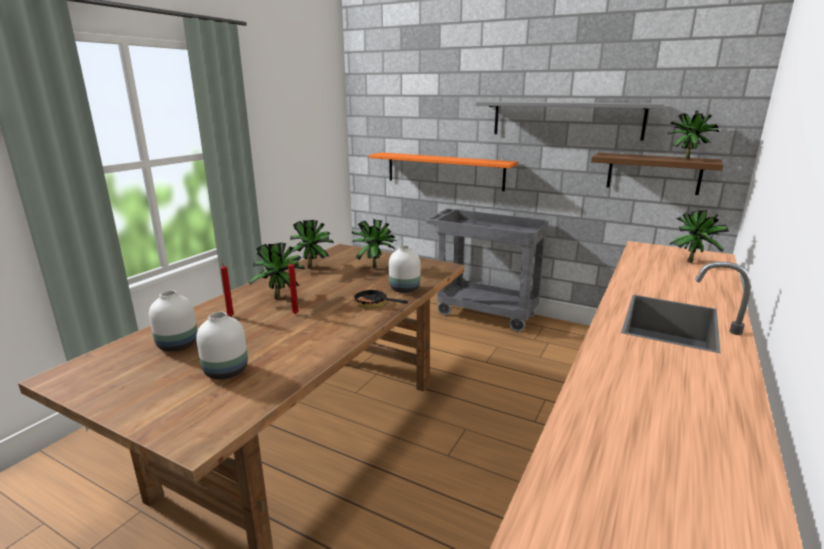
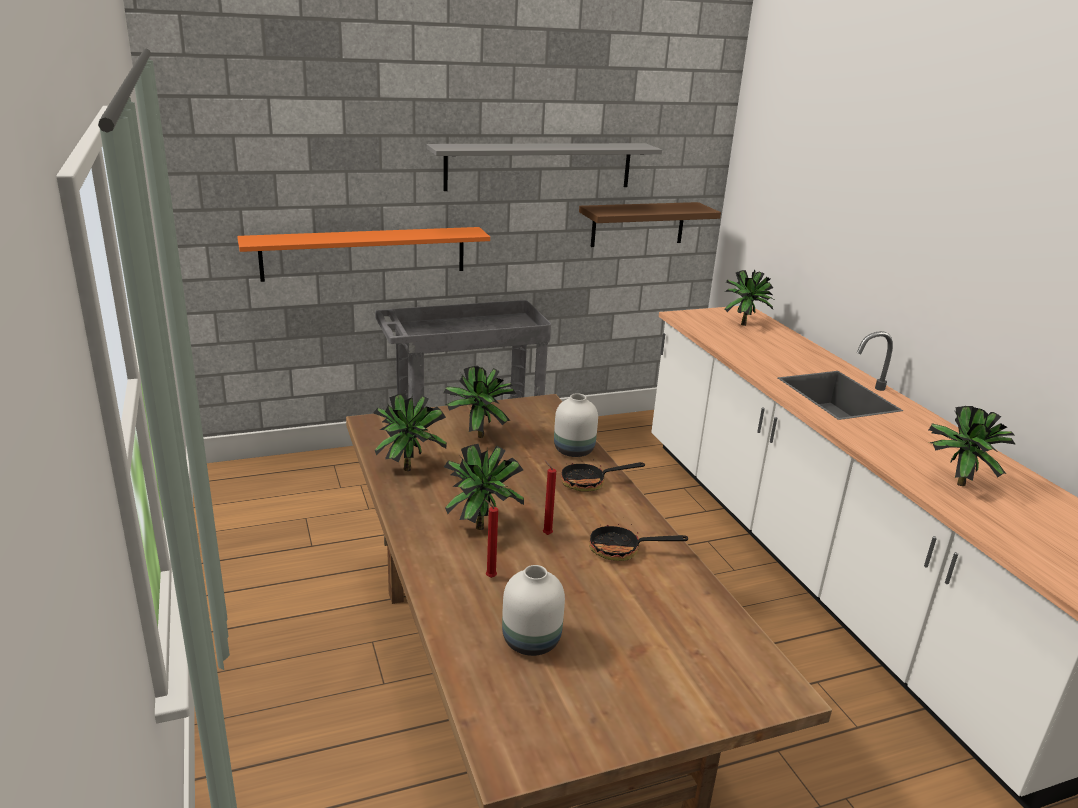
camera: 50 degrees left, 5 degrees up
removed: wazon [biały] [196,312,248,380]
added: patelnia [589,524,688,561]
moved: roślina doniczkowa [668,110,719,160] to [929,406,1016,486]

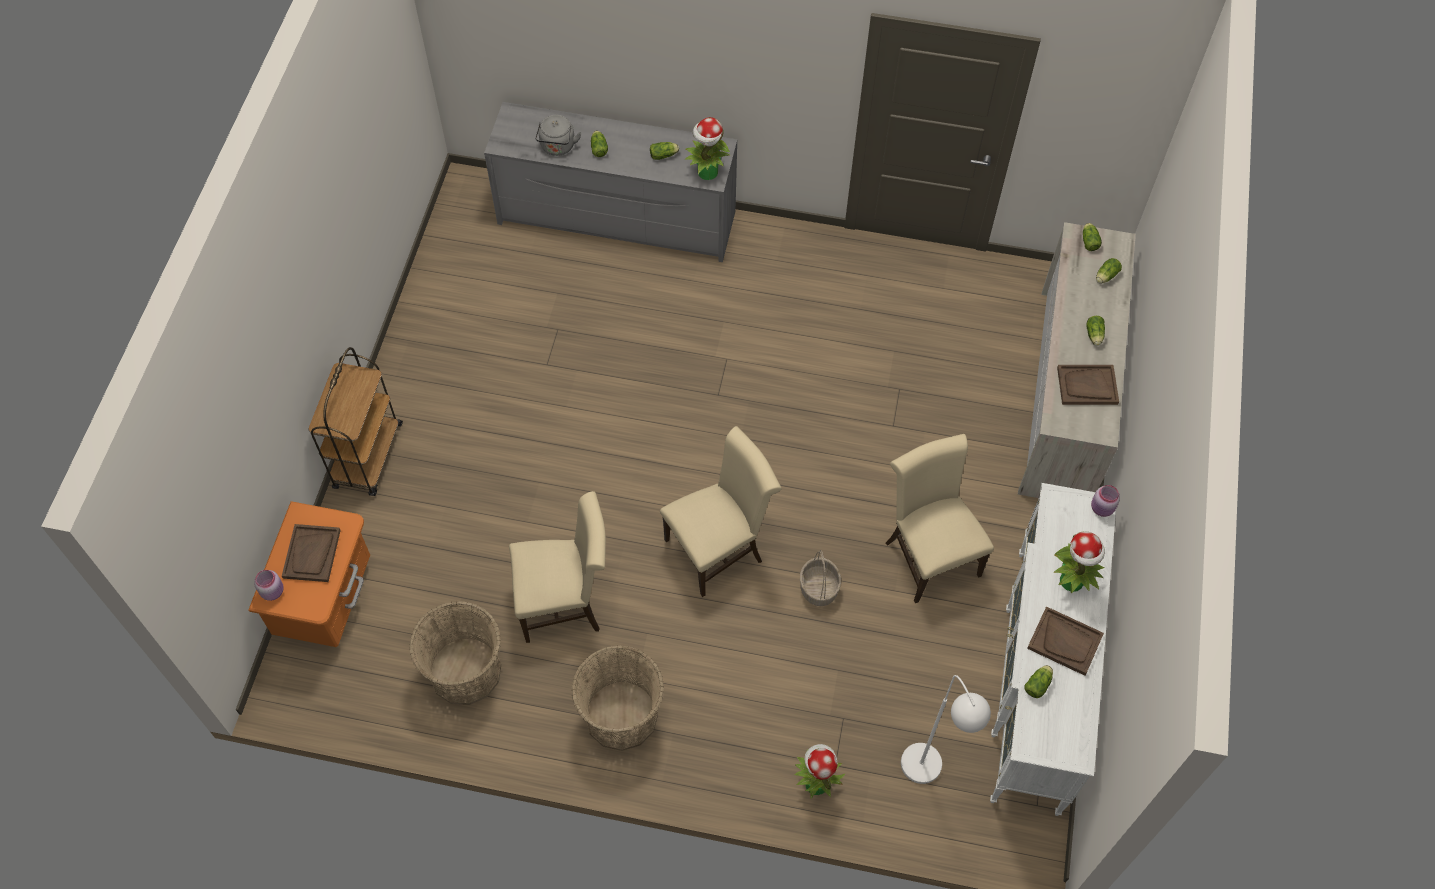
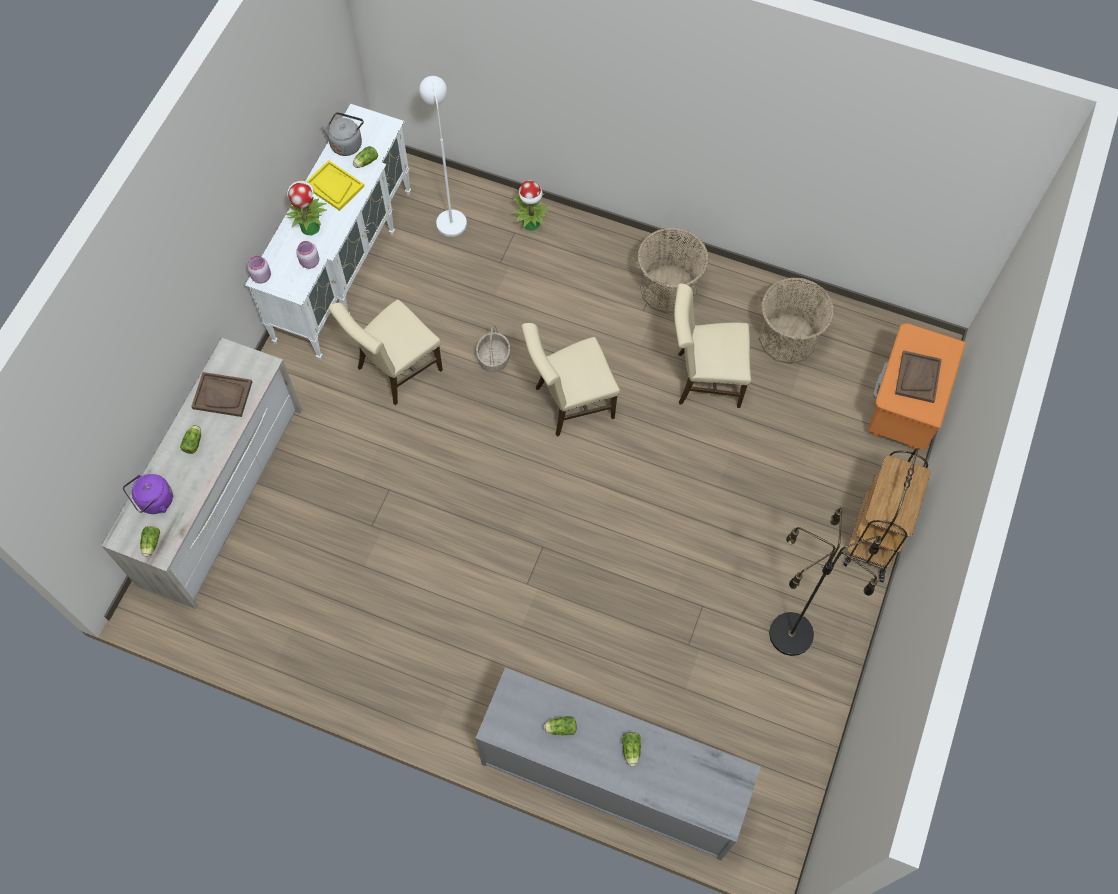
camera: 170 degrees left, 5 degrees up
removed: roślina doniczkowa [684,117,730,180]
added: lampa stojąca [769,507,882,656]
moved: słoik [różowy] [254,570,284,601] to [296,241,319,269]; czajnik [szary] [535,115,581,156] to [322,112,364,156]
replaced: sałata [1096,258,1122,284] to czajnik [fioletowy] [123,474,173,514]
recoloured: taca [brązowy] [1027,606,1104,676] to taca [żółty] [306,160,365,211]
turned: krzesło [beżowy] [886,434,994,603] = [328,300,443,405] 60 degrees clockwise

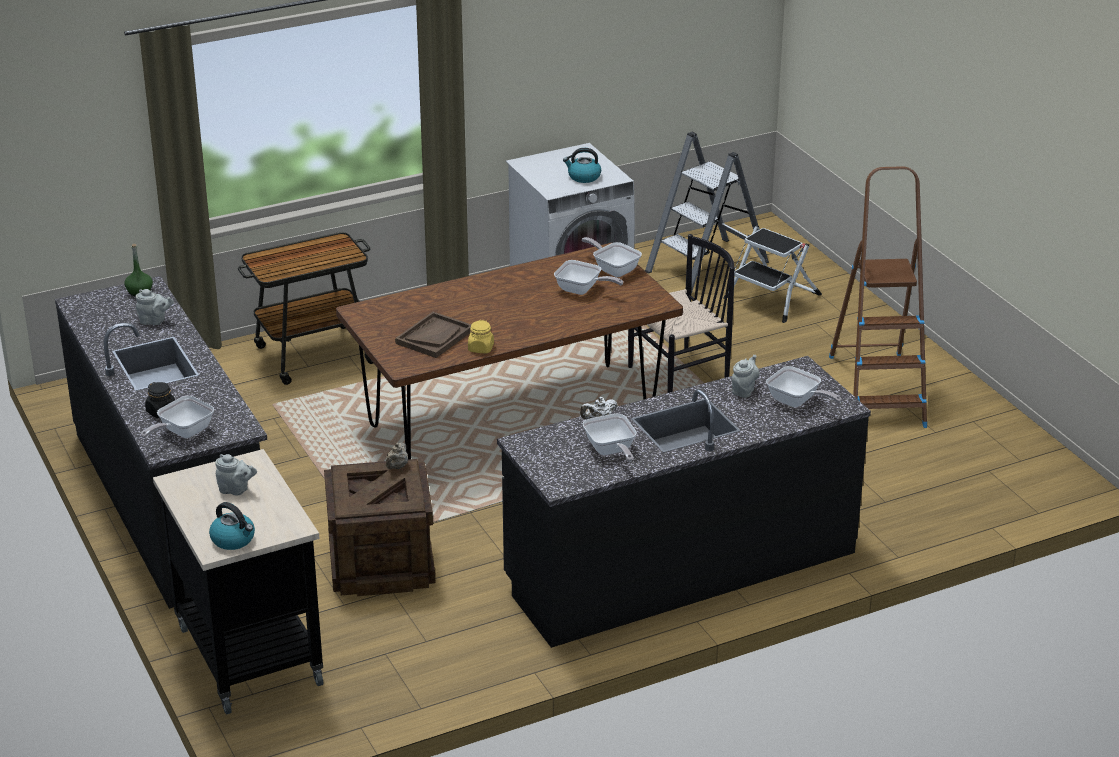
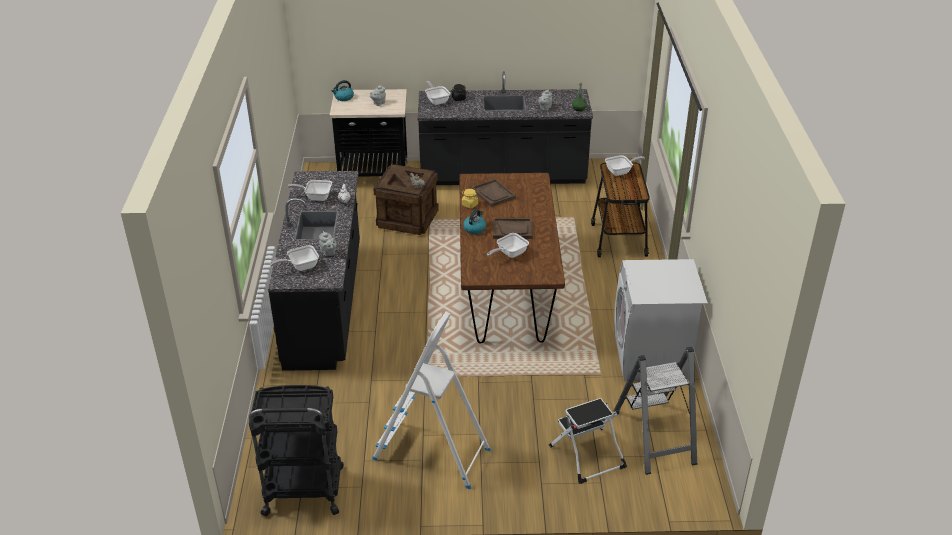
camera: 115 degrees right, 5 degrees up
removed: krzesło [czarny] [628,234,735,393]
added: wózek [czarny] [249,385,344,516]; taca [brązowy] [493,218,533,239]
moved: czajnik [563,148,601,183] to [463,209,486,234]; patelnia [582,237,642,277] to [605,155,645,176]
recoloured: drabinka [brązowy] [829,166,927,428] to drabinka [biały] [372,311,491,489]

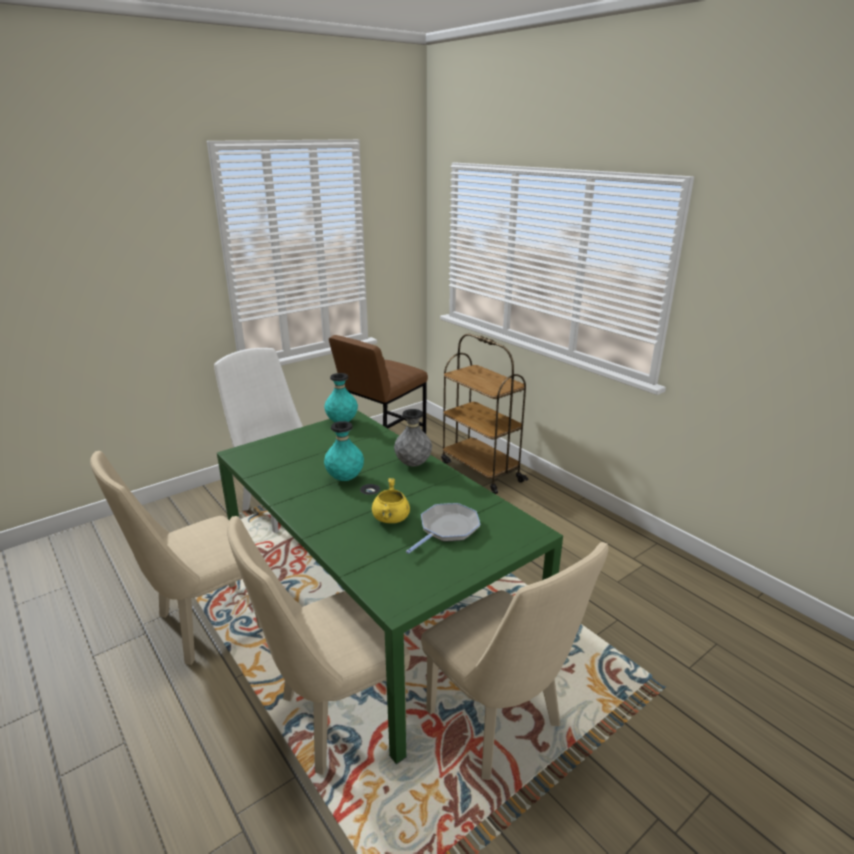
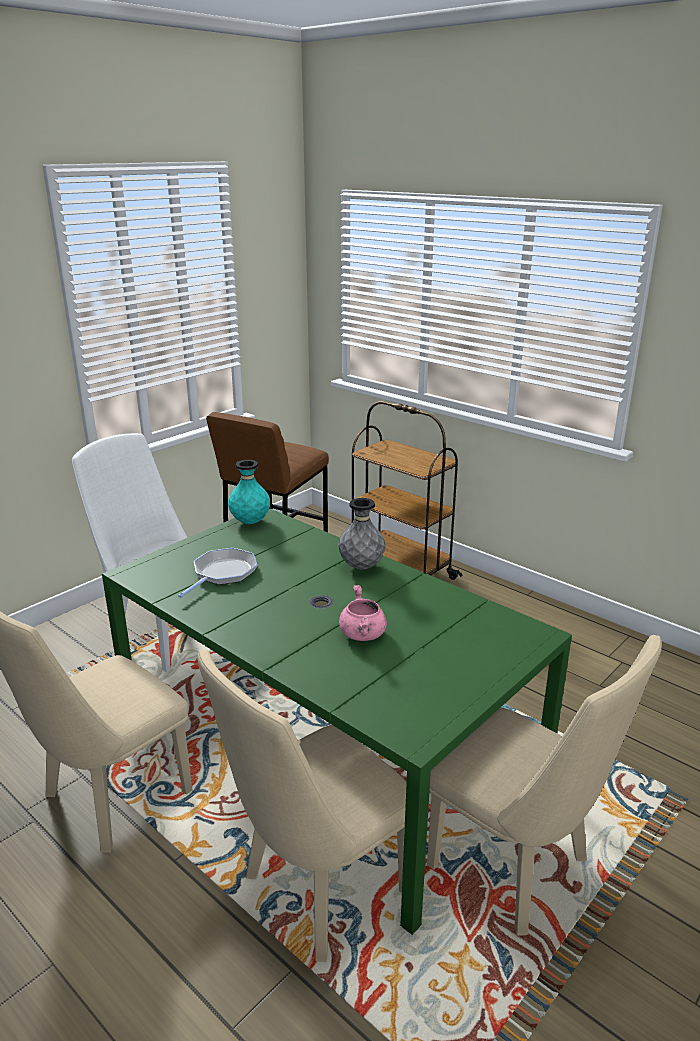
camera: 10 degrees left, 0 degrees up
removed: wazon [turkusowy] [324,421,364,481]
moved: patelnia [406,503,480,554] to [178,548,257,598]
recoloured: garnek [żółty] [372,478,410,523] to garnek [różowy] [339,585,387,641]

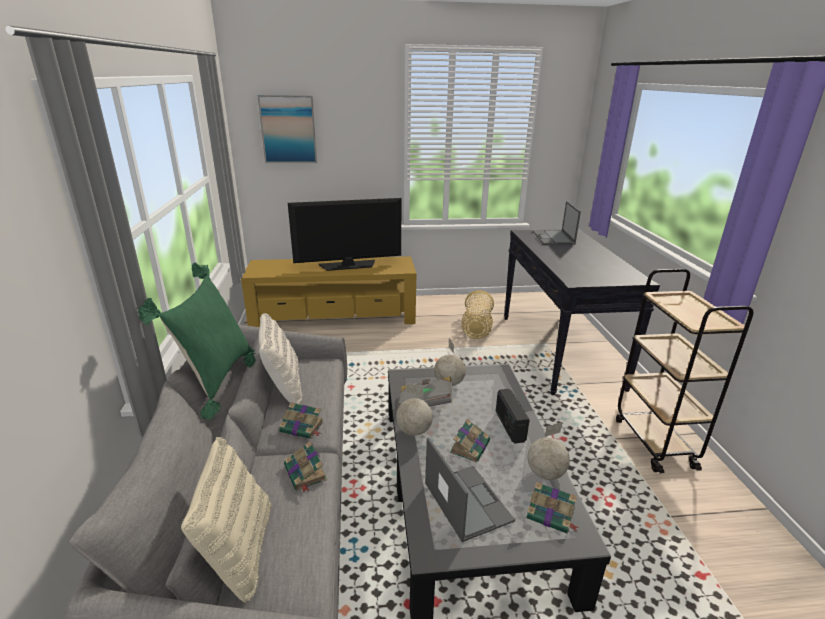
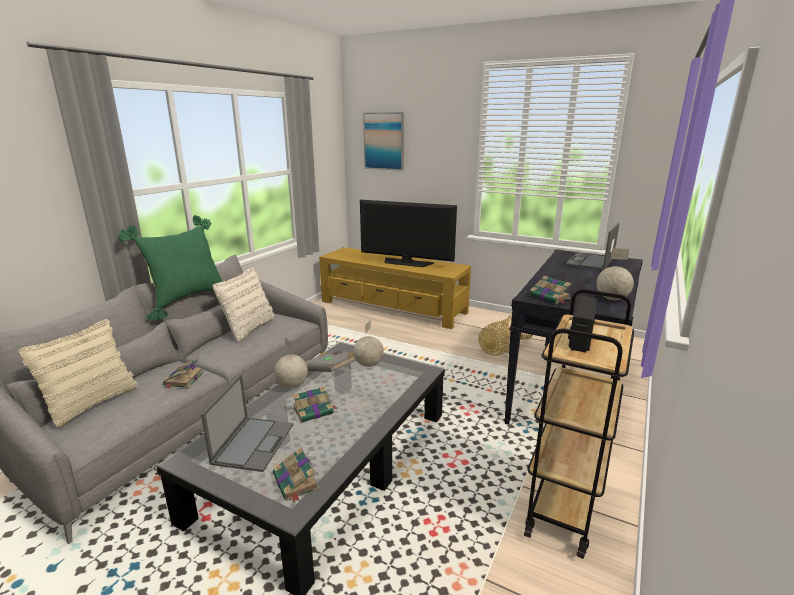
camera: 35 degrees right, 5 degrees down
moved: książka [279,402,324,439] to [530,276,571,304]; radio [496,389,530,444] to [568,295,597,352]; globus [527,422,570,480] to [596,248,634,300]

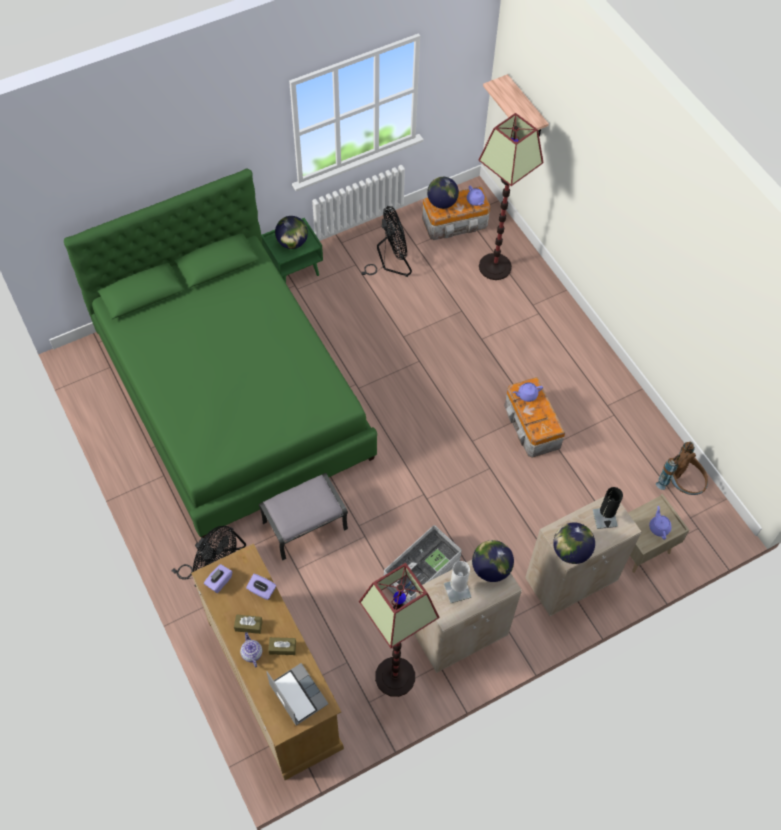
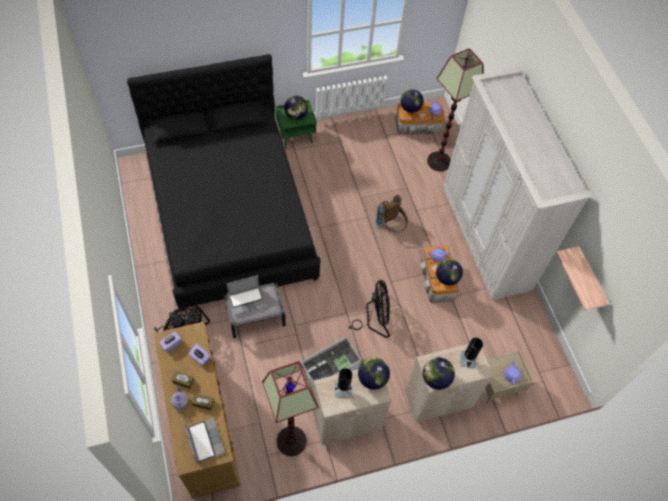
camera: 10 degrees right, 0 degrees up
added: laptop [227,275,266,315]; globus [436,259,463,285]; szafa [biały] [443,67,591,300]
moved: wentylator [czarny] [360,206,412,277] to [348,279,390,338]; półka [483,74,549,137] to [556,246,609,311]; plecak [brązowy] [656,442,708,495] to [374,194,408,233]
recoloured: łóżko [zielony] [64,168,377,538] to łóżko [czarny] [127,54,321,311]; lampa stołowa [biały] [444,561,472,603] to lampa stołowa [czarny] [335,368,352,398]

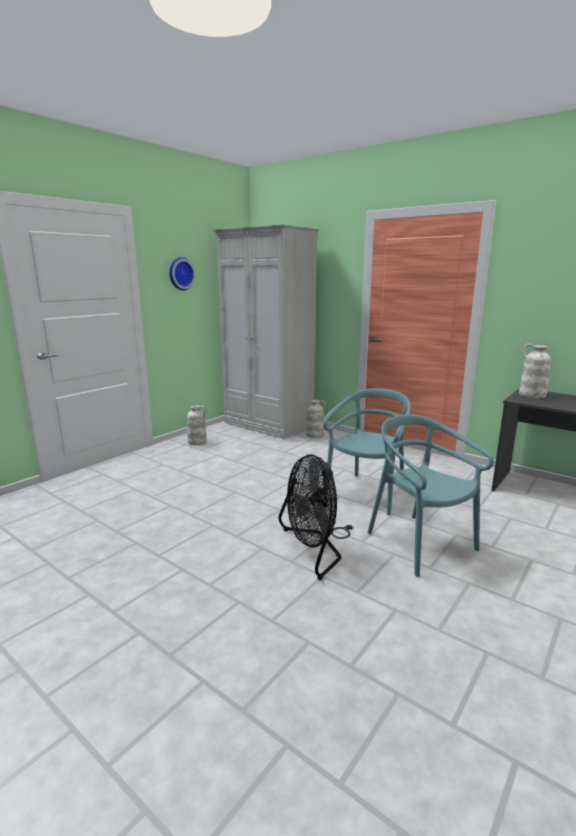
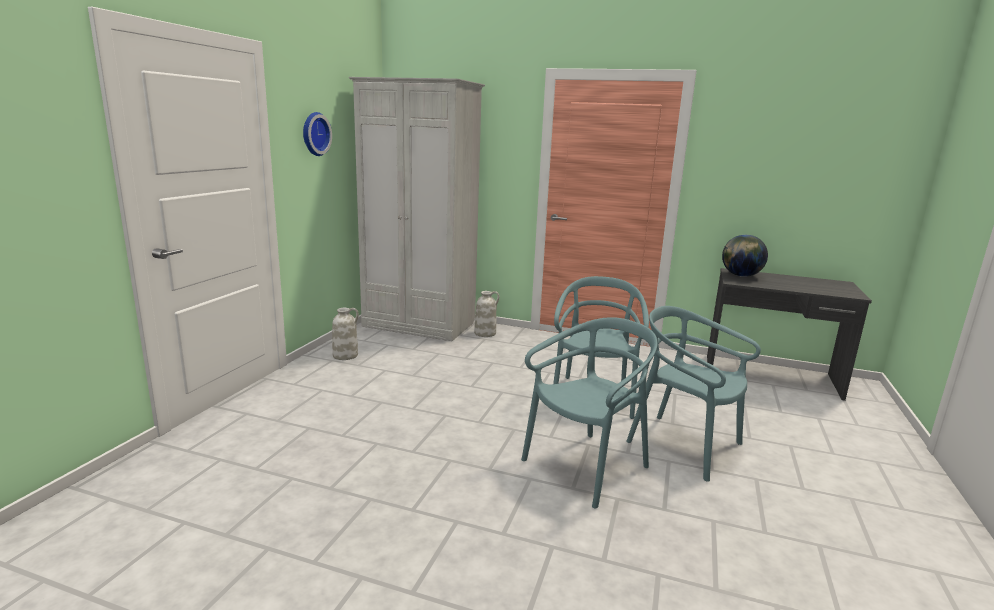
camera: 20 degrees left, 0 degrees up
replaced: wentylator [czarny] [279,454,354,581] to krzesło [turkusowy] [521,317,657,508]; wazon [biały] [519,344,551,398] to globus [722,235,768,277]

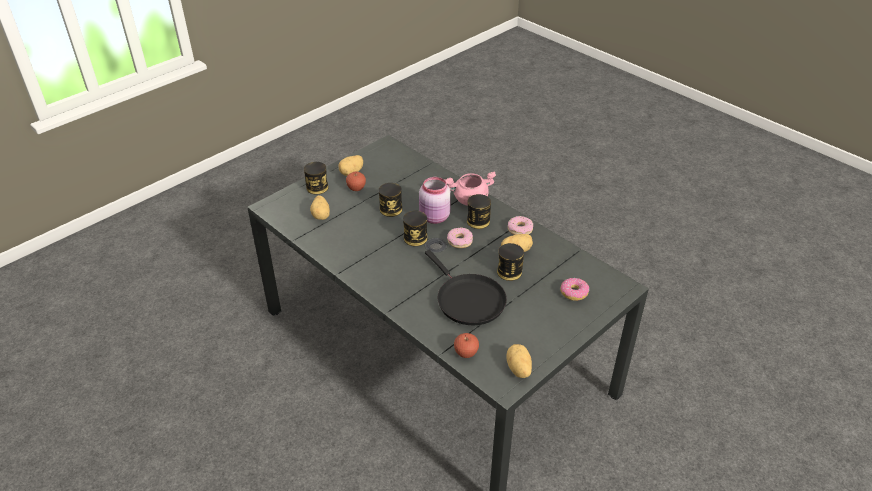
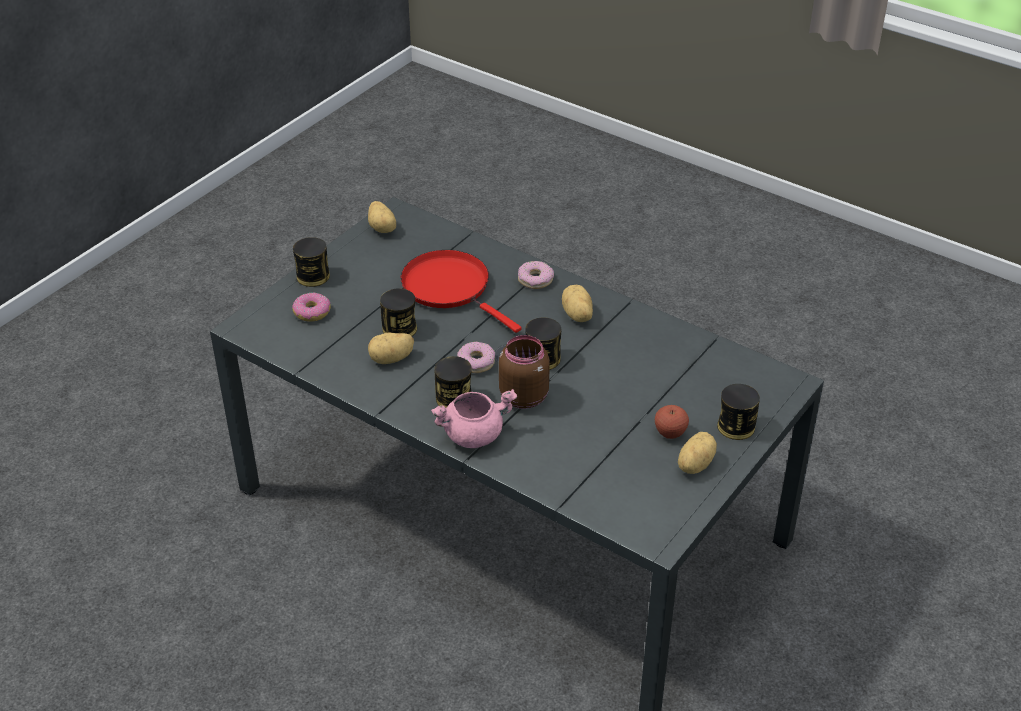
camera: 170 degrees right, 0 degrees up
removed: jabłko [454,333,479,358]
moved: ziemniak [310,195,330,220] to [562,285,593,322]; puszka [378,183,402,217] to [293,237,330,287]; donut [508,216,533,235] to [518,261,554,289]
recoloured: słoik [różowy] [419,177,451,224] to słoik [brązowy] [499,335,550,409]; patelnia [czarny] [425,250,507,325] to patelnia [czerwony] [401,250,522,333]

